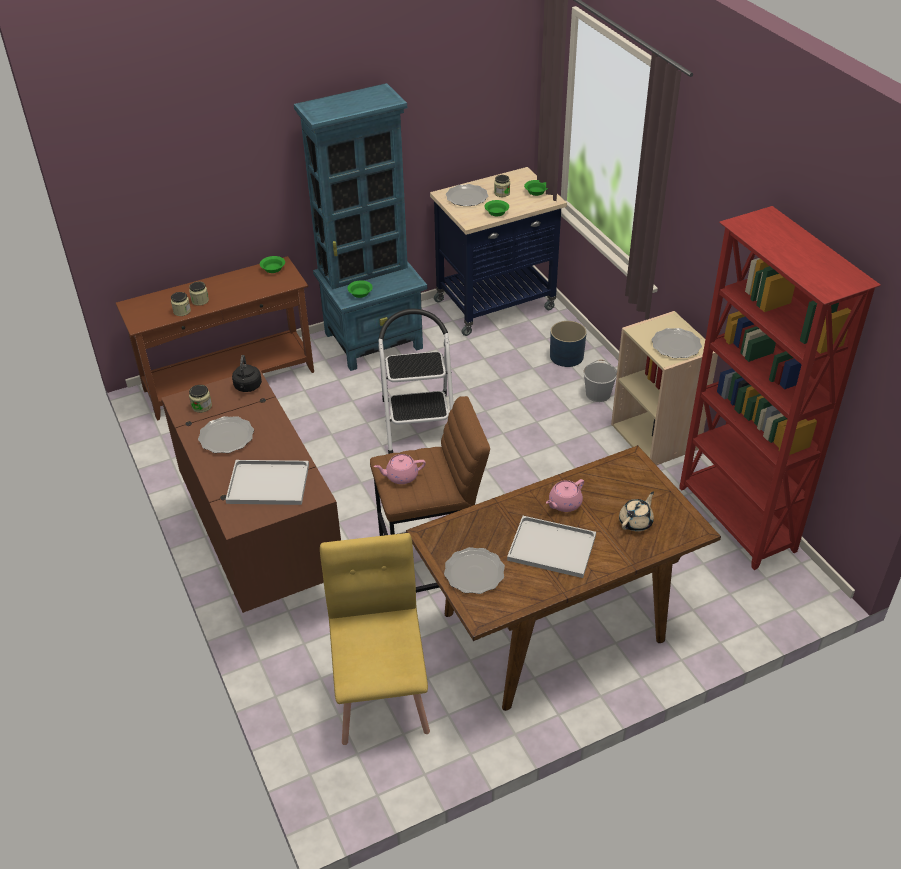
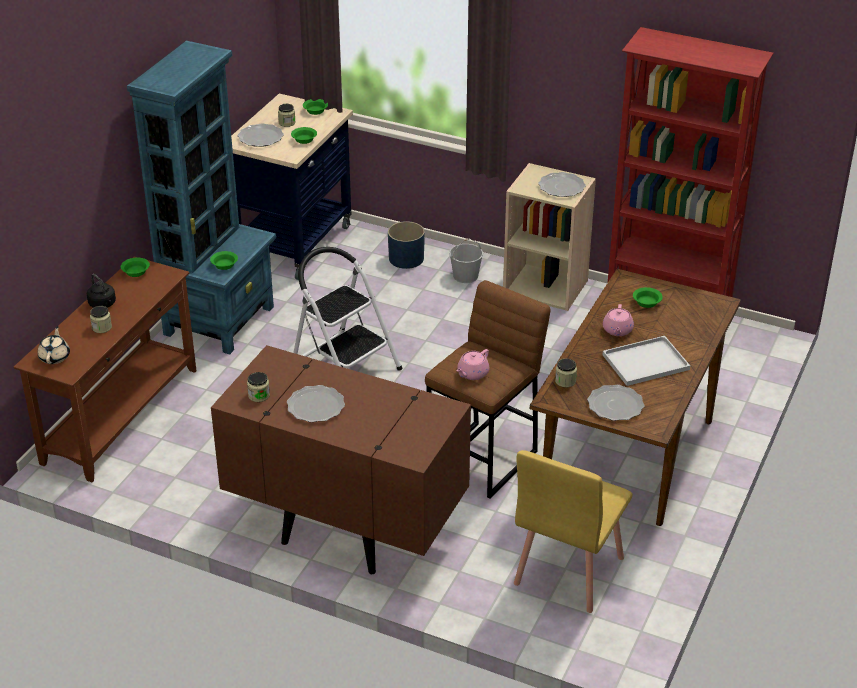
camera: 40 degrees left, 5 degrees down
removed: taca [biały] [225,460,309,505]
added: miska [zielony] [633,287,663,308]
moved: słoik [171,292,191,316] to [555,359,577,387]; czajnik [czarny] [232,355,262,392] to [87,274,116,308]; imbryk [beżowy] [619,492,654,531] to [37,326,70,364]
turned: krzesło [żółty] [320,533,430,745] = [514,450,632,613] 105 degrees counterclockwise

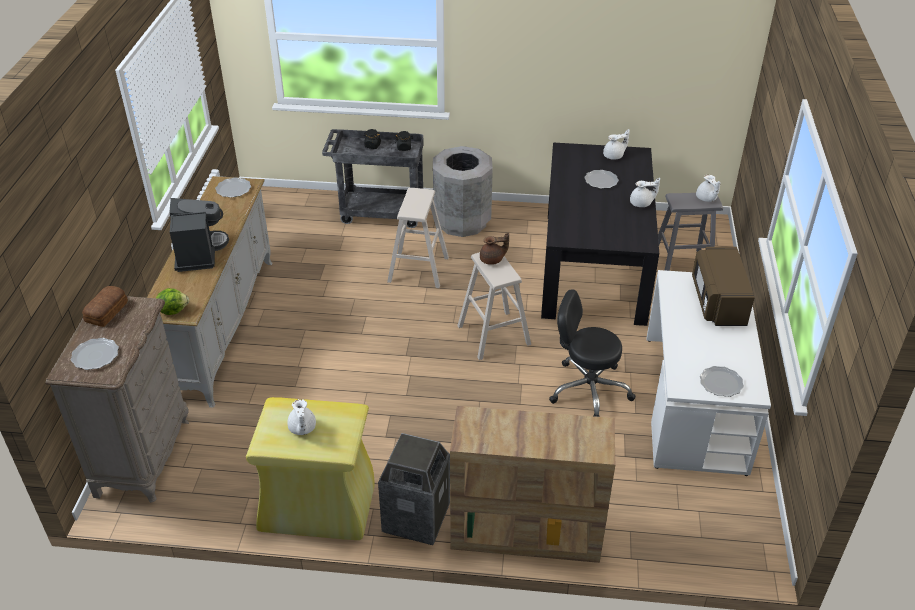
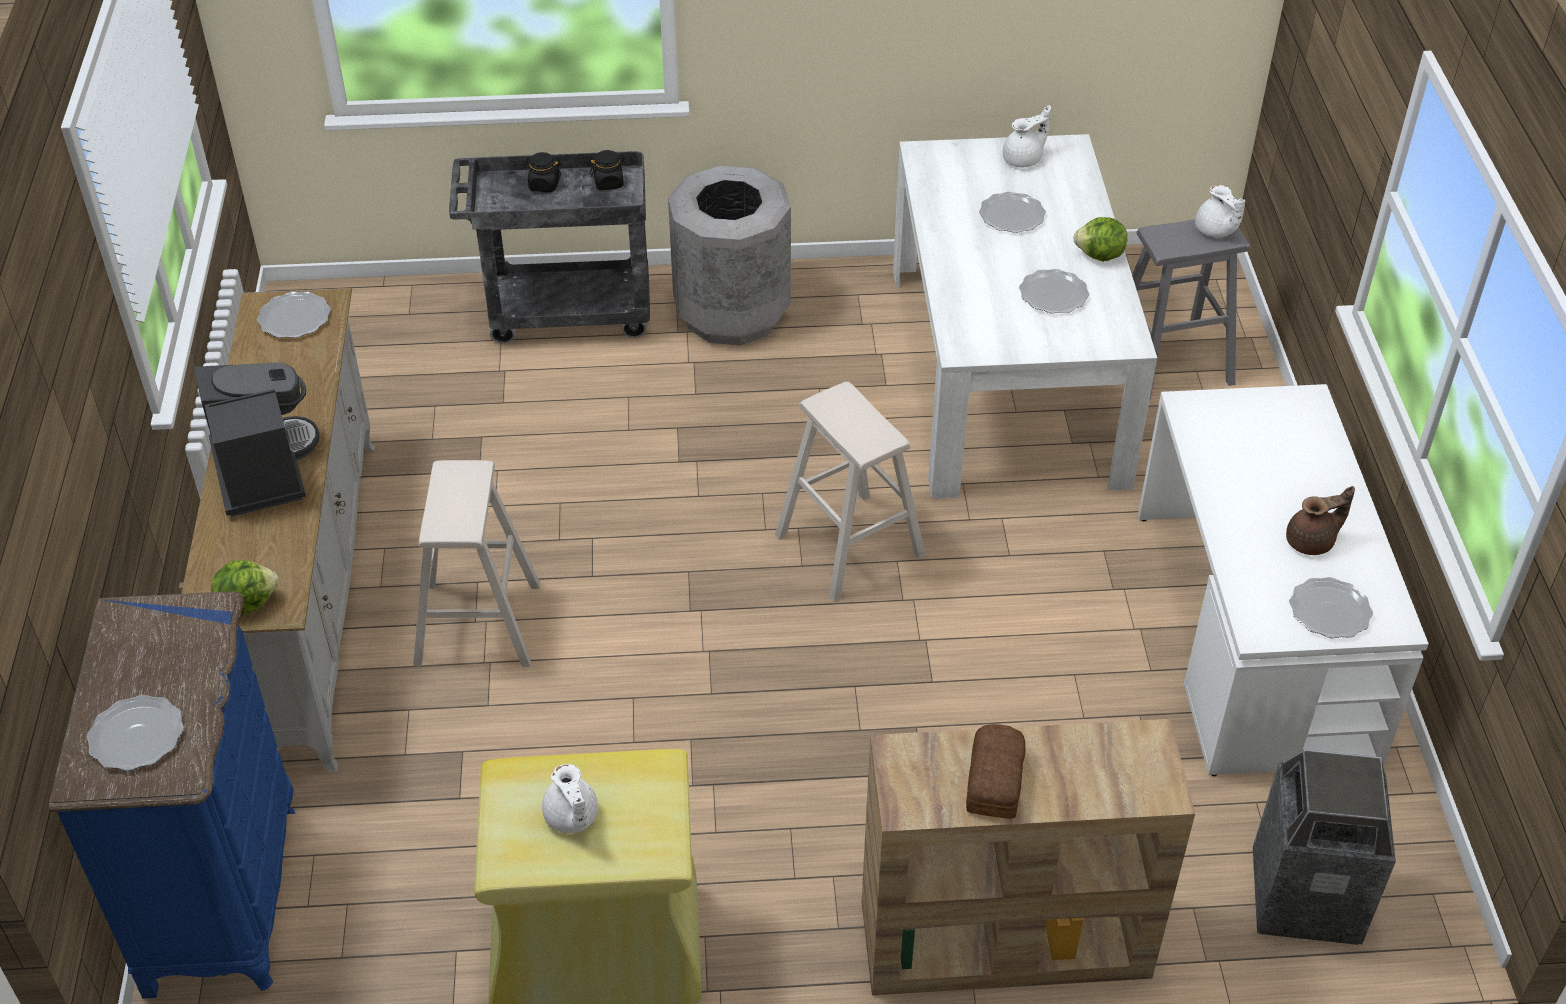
camera: 10 degrees left, 5 degrees up
removed: krzesło biurowe [czarny] [549,289,635,417]; mikrofalówka [brązowy] [692,247,755,326]
added: talerz [1019,269,1089,313]
moved: chleb [82,286,128,327] to [966,724,1025,819]; kosz na śmieci [378,433,450,545] to [1253,749,1396,945]; stołek [beżowy] [387,188,449,288] to [413,460,540,667]; imbryk [brązowy] [480,233,509,265] to [1286,486,1355,555]
replaced: imbryk [biały] [630,178,660,207] to sałata [1073,217,1127,262]
recoloured: komoda [beżowy] [46,296,189,503] to komoda [niebieski] [49,591,295,999]; stół jadalny [czarny] [541,142,659,326] to stół jadalny [biały] [893,134,1157,499]

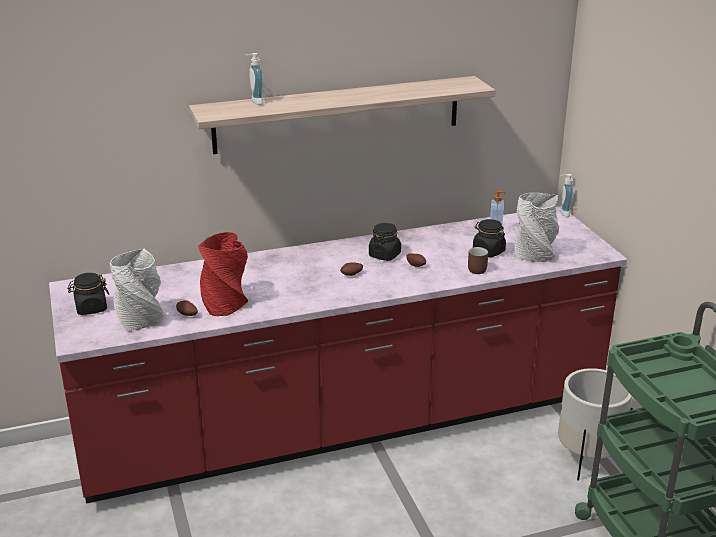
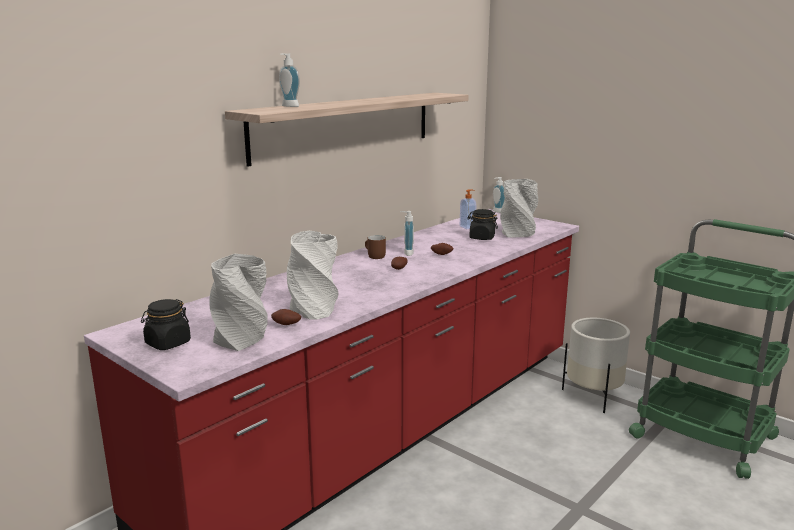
camera: 30 degrees left, 10 degrees down
moved: kubek [brązowy] [468,247,488,274] to [365,235,386,259]
replaced: słoik [czarny] [369,223,401,261] to dozownik mydła [400,211,414,256]
recoloured: wazon [czerwony] [198,232,248,316] to wazon [biały] [287,231,338,320]

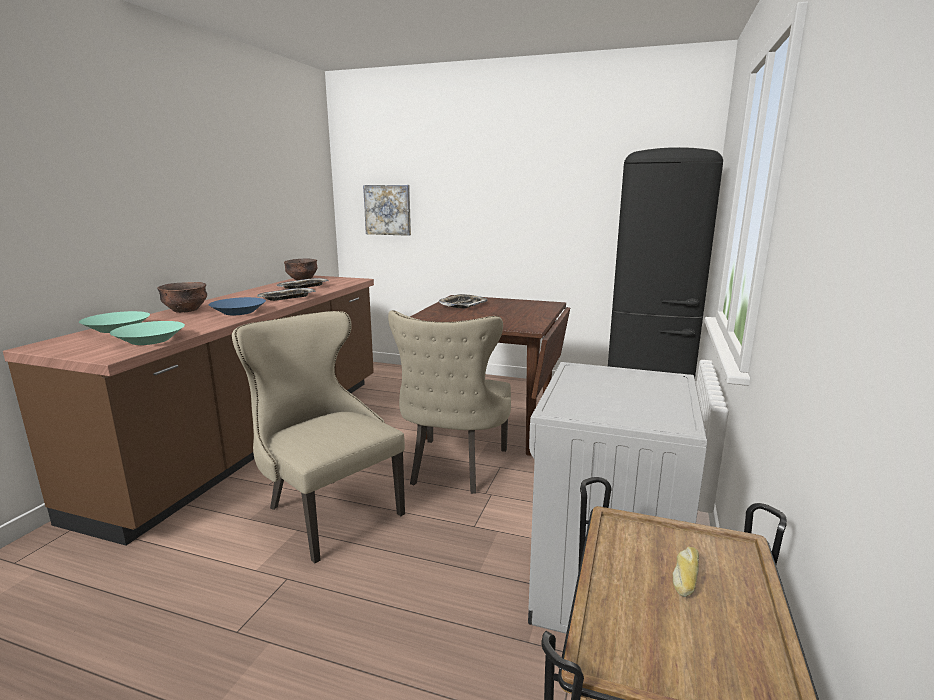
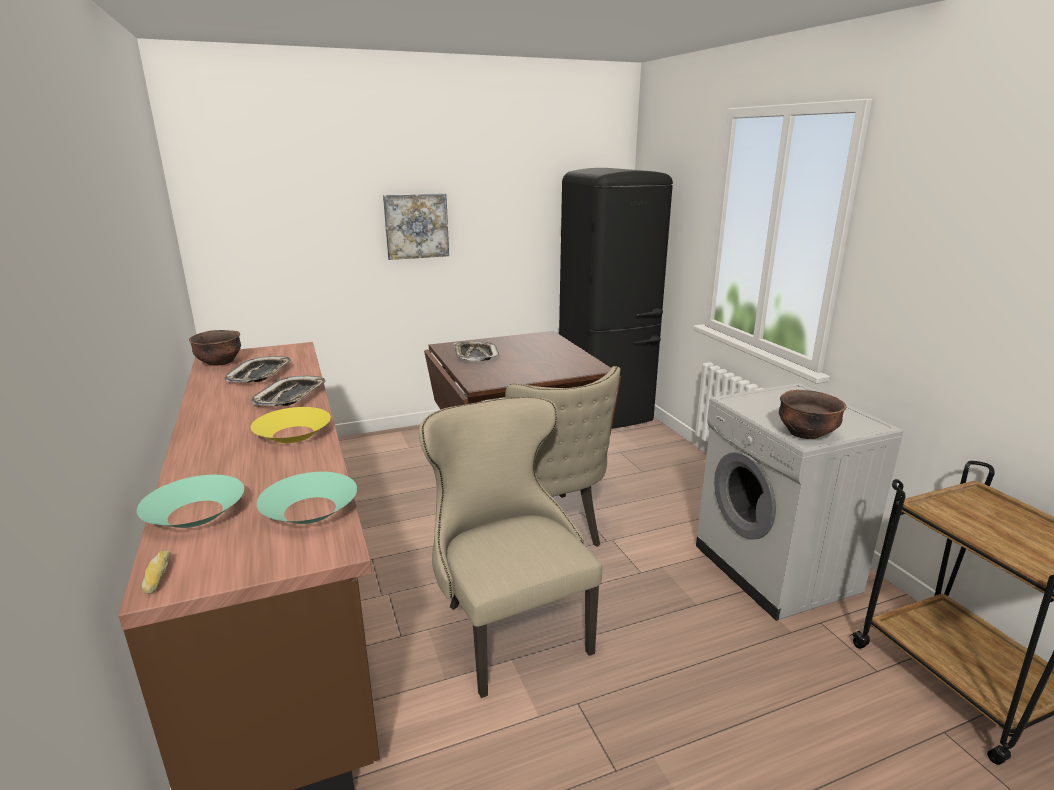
camera: 40 degrees left, 5 degrees up
moved: miska [brązowy] [157,282,207,313] to [779,390,846,439]; obraz [363,185,411,236] to [383,193,449,260]; chleb [672,547,699,597] to [142,550,171,594]
recoloured: miska [niebieski] [209,297,266,315] to miska [żółty] [251,407,331,443]
turned: krzesło [beżowy] [232,311,405,563] = [419,397,602,698] 60 degrees clockwise

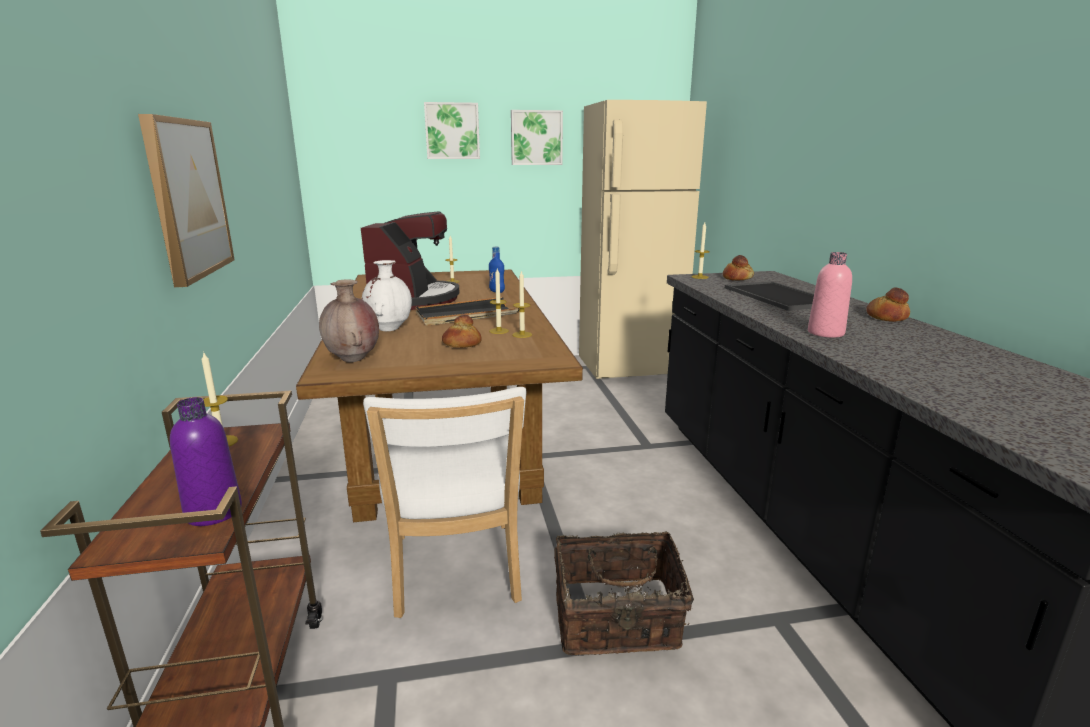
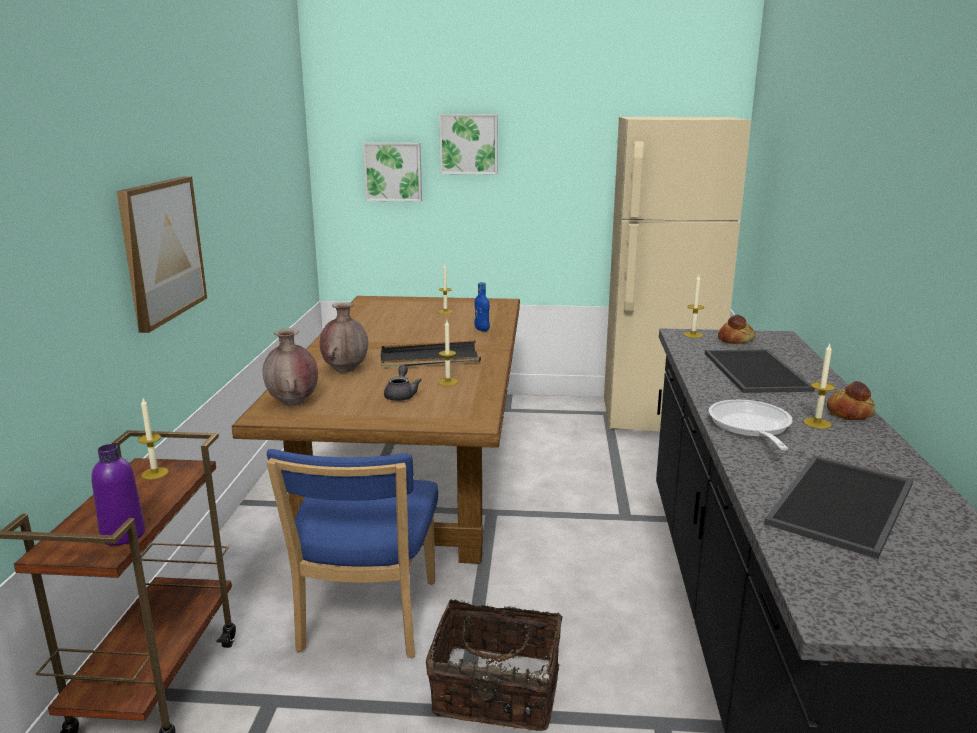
camera: 15 degrees right, 0 degrees up
removed: ekspres do kawy [361,212,459,310]
added: taca [764,455,913,559]
moved: obraz [511,110,563,165] to [363,143,422,202]; świeca [512,270,532,338] to [803,344,835,429]
replaced: chleb [442,314,482,348] to imbryk [szary] [384,365,422,401]; butelka [różowy] [808,252,852,338] to patelnia [709,400,793,450]
recoloured: wazon [biały] [362,260,412,331] to wazon [brązowy] [320,303,368,373]; krzesło [biały] [363,387,526,618] to krzesło [niebieski] [266,449,438,658]

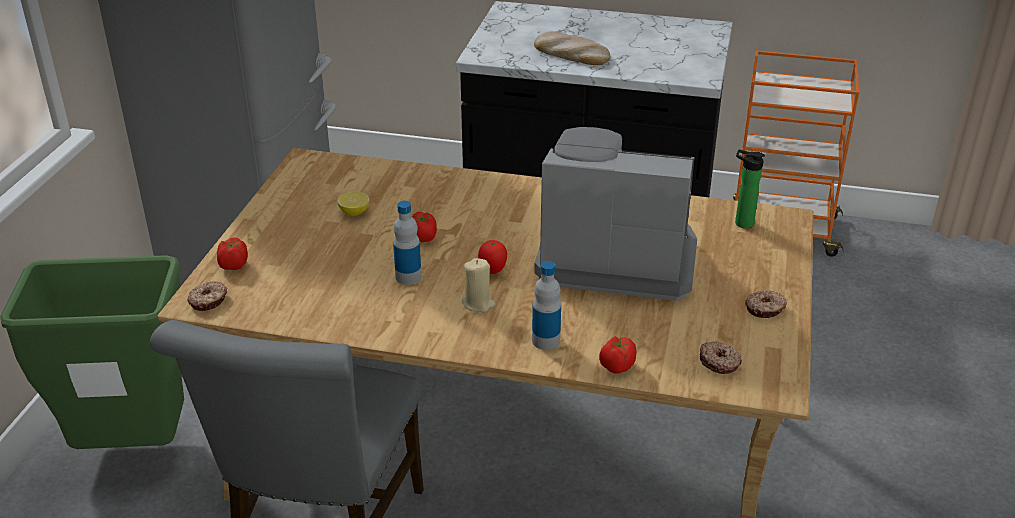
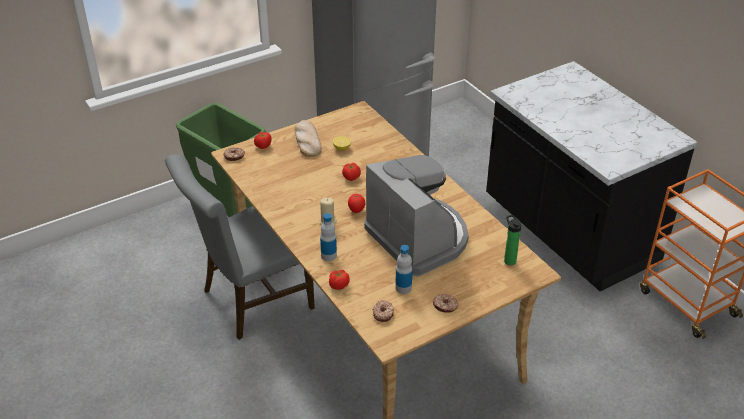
camera: 45 degrees right, 5 degrees up
moved: butelka [393,201,422,285] to [395,245,413,294]; chleb [534,31,611,65] to [295,120,322,157]

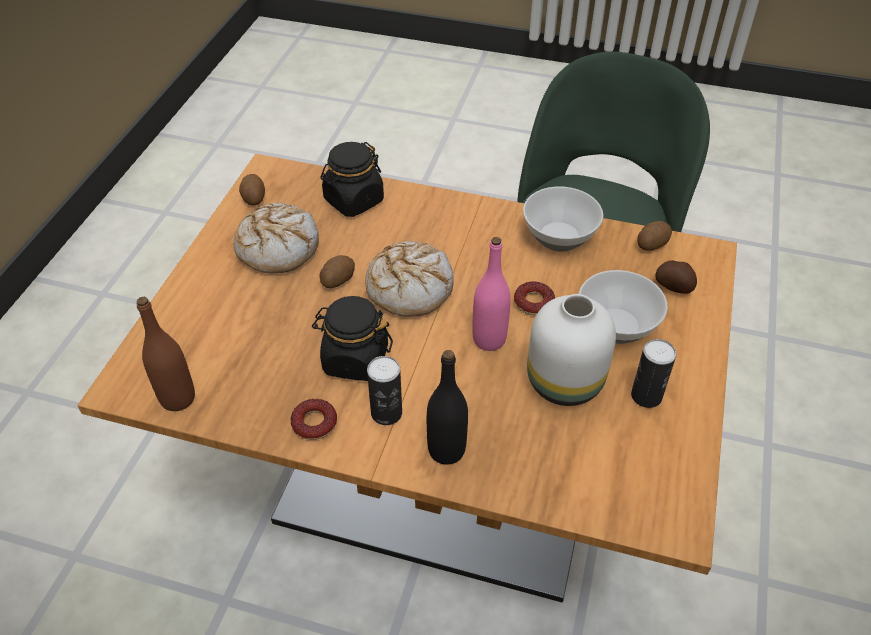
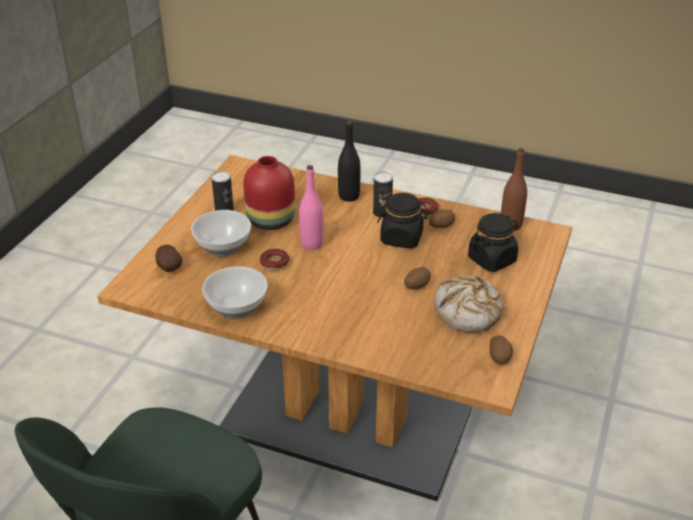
camera: 175 degrees left, 10 degrees down
removed: chleb [365,241,454,316]
moved: słoik [czarny] [320,142,384,217] to [468,213,518,272]; ziemniak [637,221,672,251] to [429,209,455,228]
recoloured: wazon [biały] [527,294,616,406] to wazon [czerwony] [243,156,295,230]

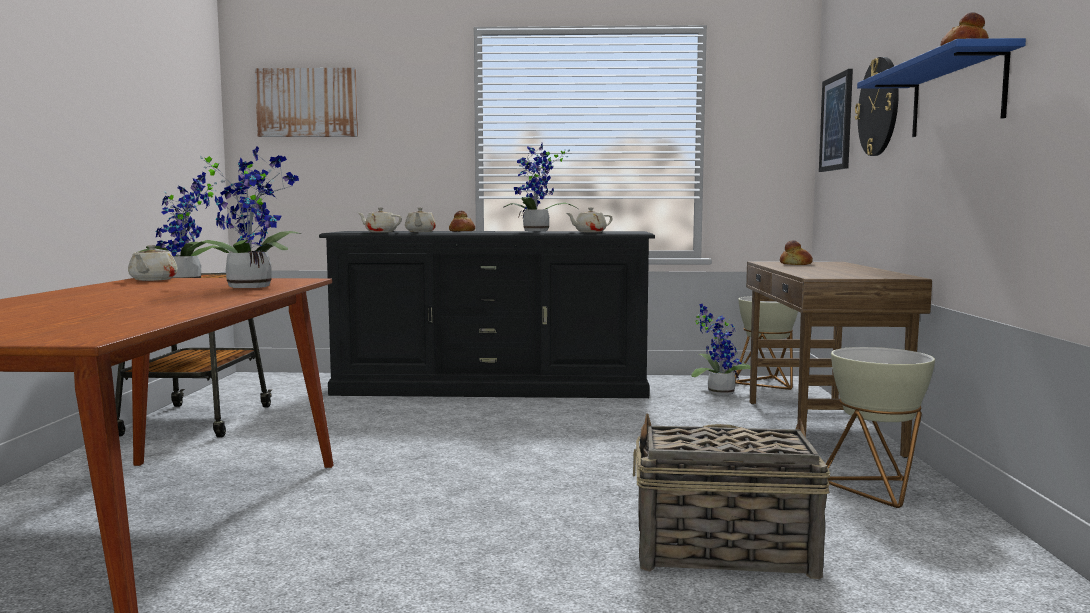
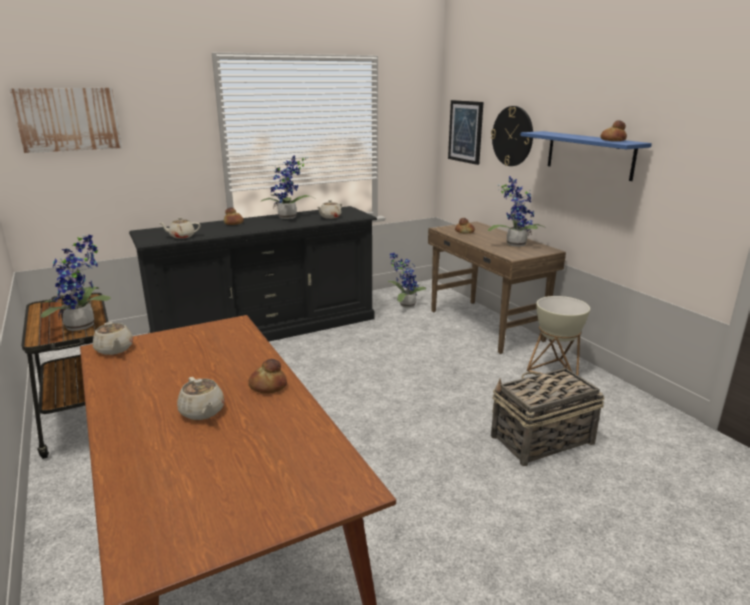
camera: 30 degrees left, 15 degrees up
removed: donica [735,296,798,390]
added: chleb [248,359,287,394]
moved: roślina doniczkowa [187,147,301,288] to [488,176,544,247]; imbryk [beżowy] [405,208,436,232] to [177,377,225,420]

